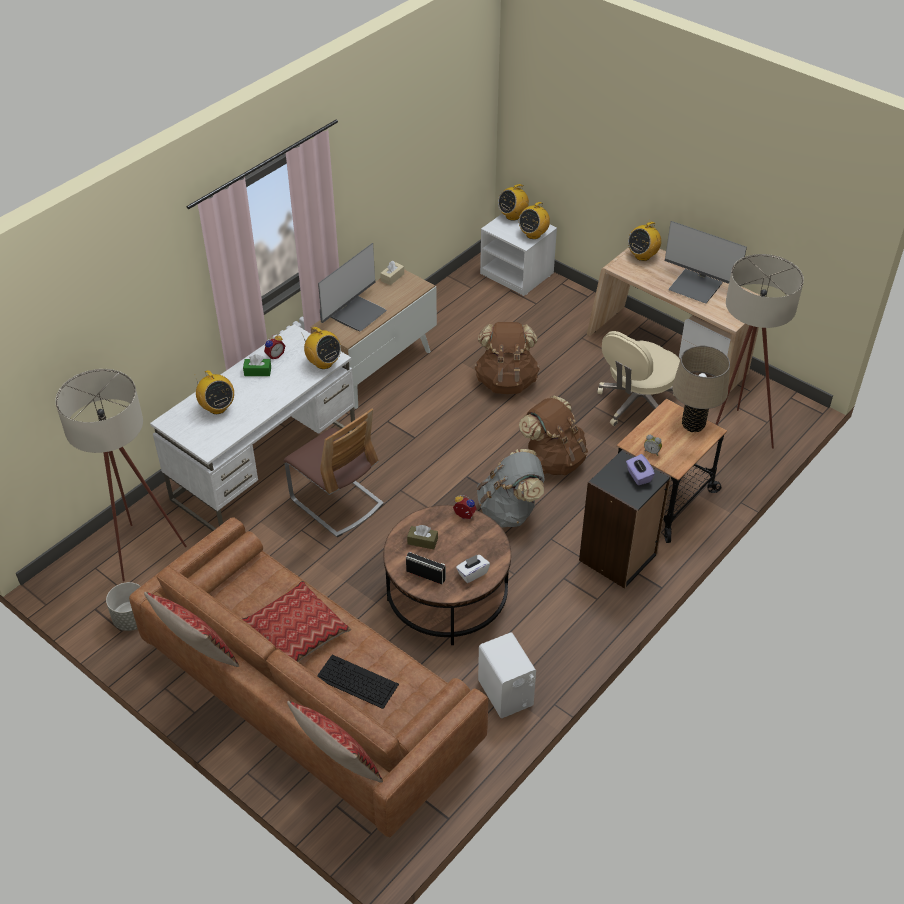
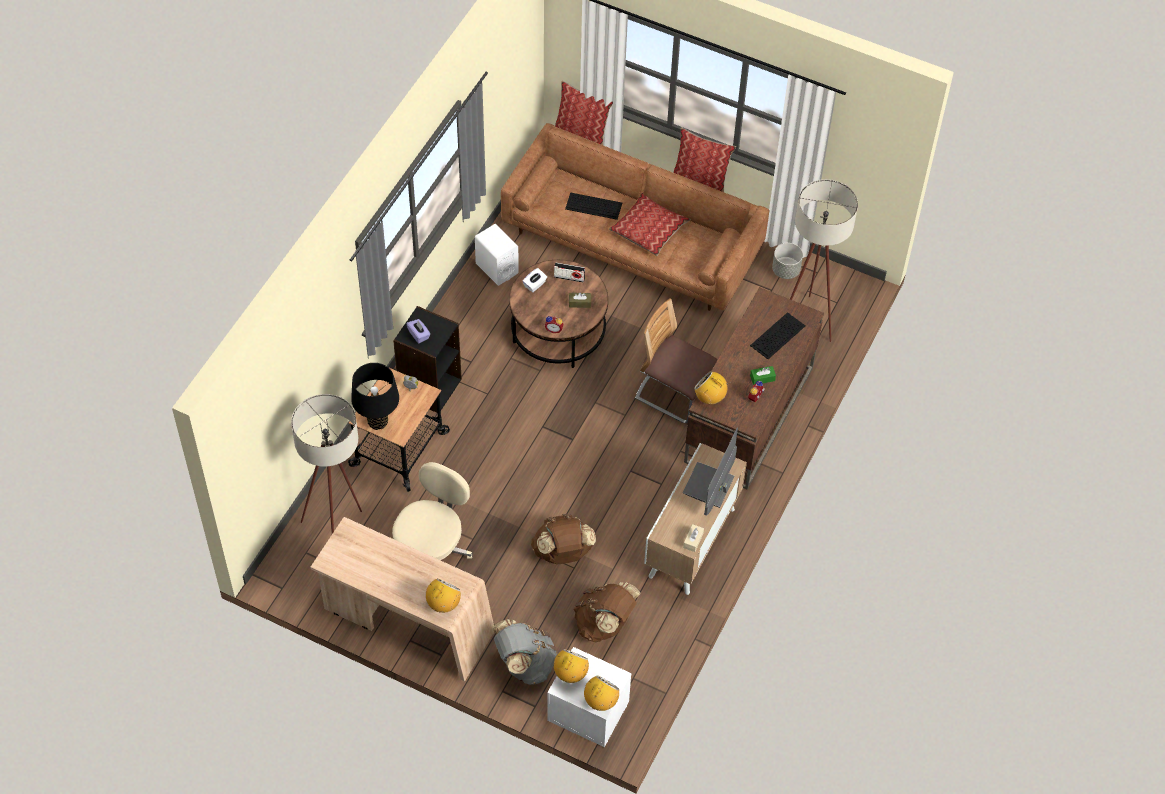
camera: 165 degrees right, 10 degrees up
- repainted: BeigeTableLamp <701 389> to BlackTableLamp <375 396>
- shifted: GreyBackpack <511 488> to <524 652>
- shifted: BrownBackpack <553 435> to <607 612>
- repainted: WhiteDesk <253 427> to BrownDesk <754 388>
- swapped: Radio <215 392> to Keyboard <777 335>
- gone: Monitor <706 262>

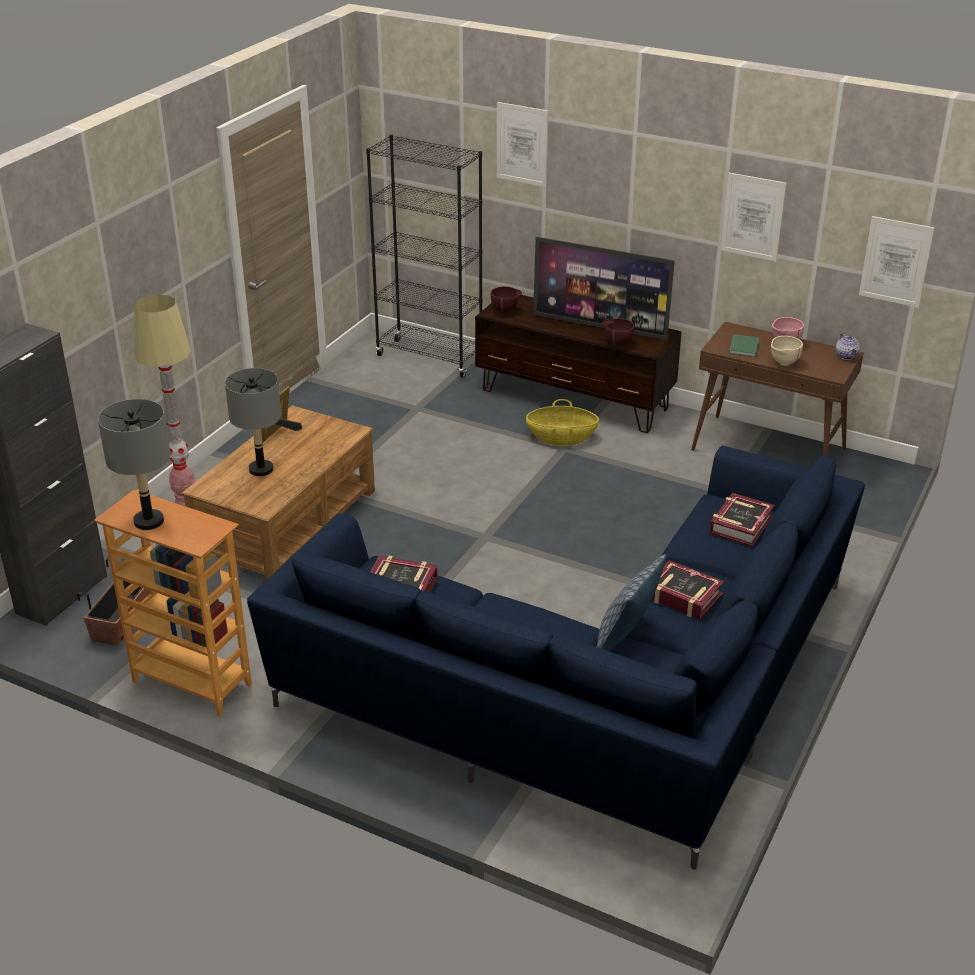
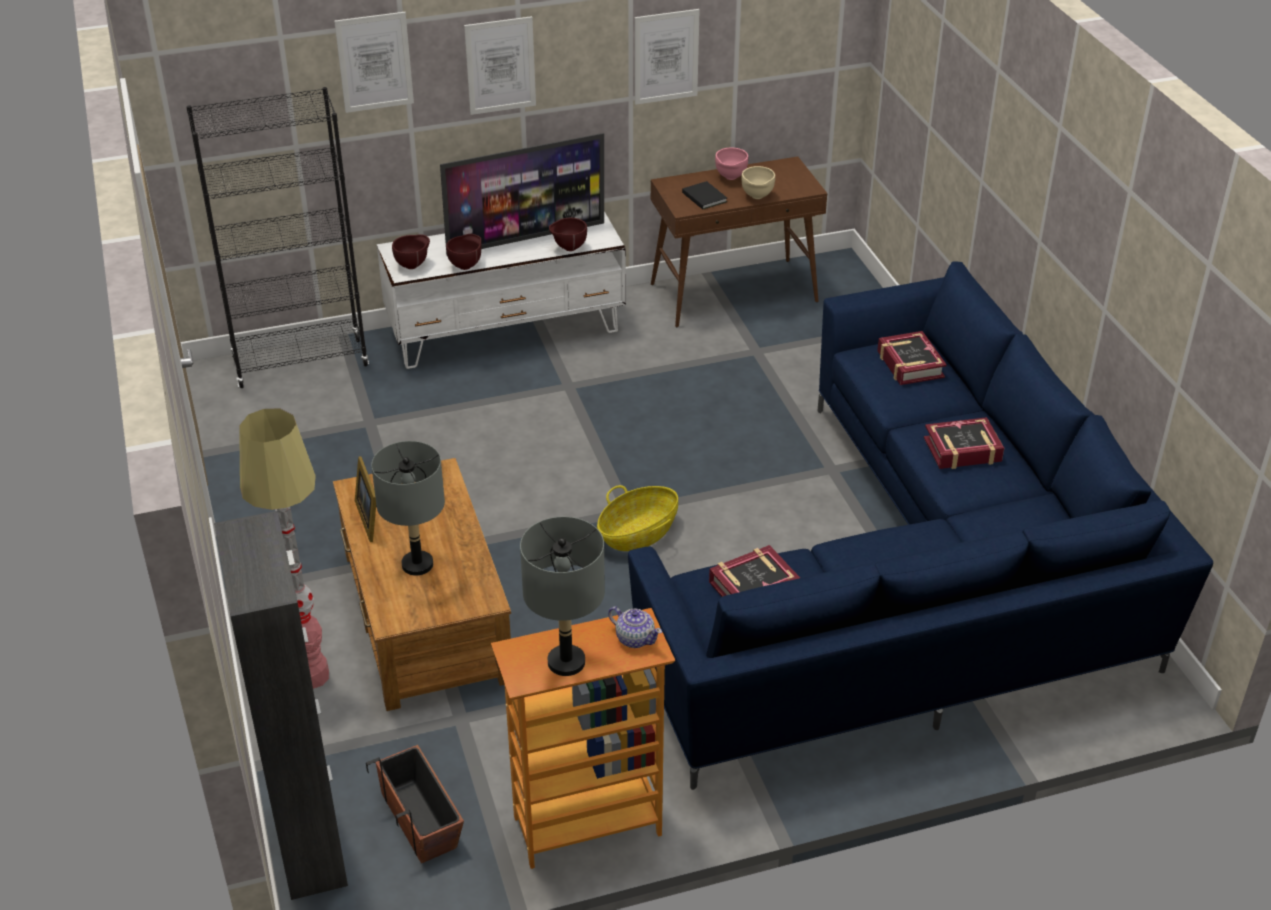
camera: 45 degrees left, 5 degrees up
- repainted: BrownTvStand <578 364> to WhiteTvStand <501 290>
- new: BrownBowl <464 252>
- shifted: Picture <897 261> to <500 65>
- shifted: Basket <562 422> to <637 518>
- shifted: Teapot <848 346> to <635 627>
- repainted: GreenBook <744 345> to BlackBook <704 195>
- gone: Pillow <632 602>

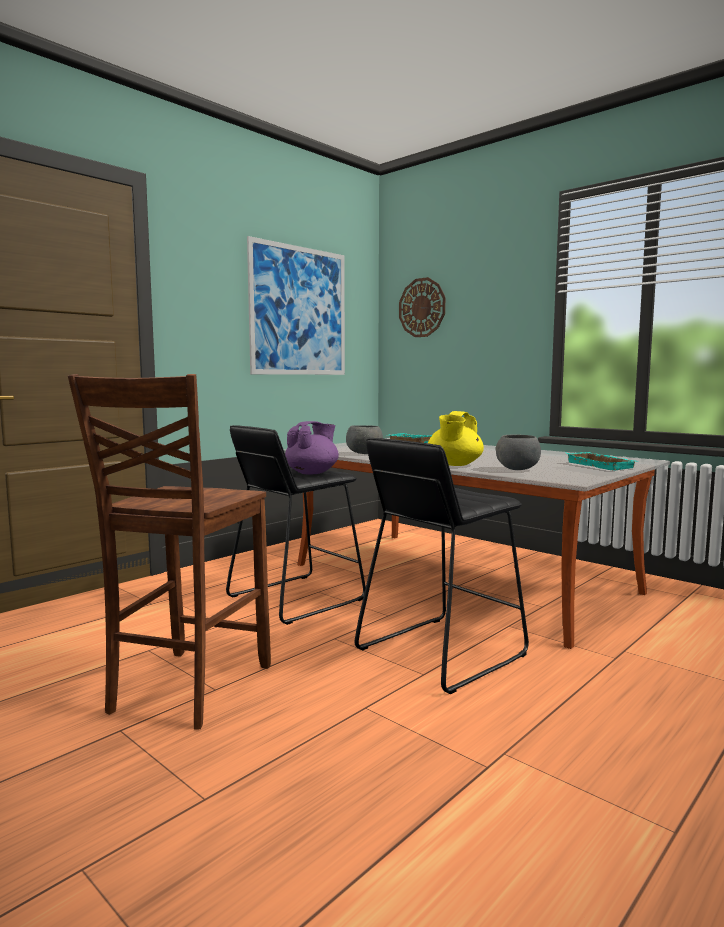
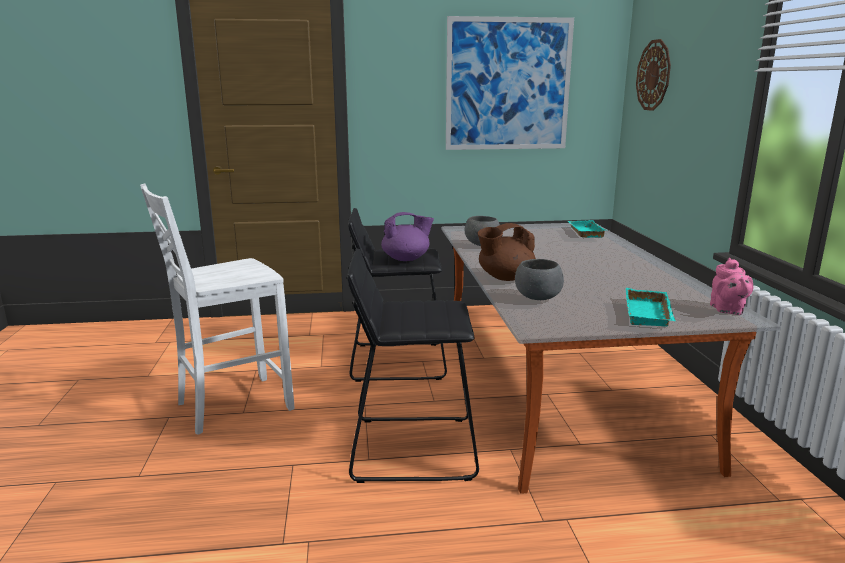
camera: 40 degrees right, 10 degrees up
- repainted: BrownChair <169 551> to WhiteChair <217 309>
- repainted: YellowTeapot <456 438> to BrownTeapot <507 252>
- new: PinkTeapot <731 286>

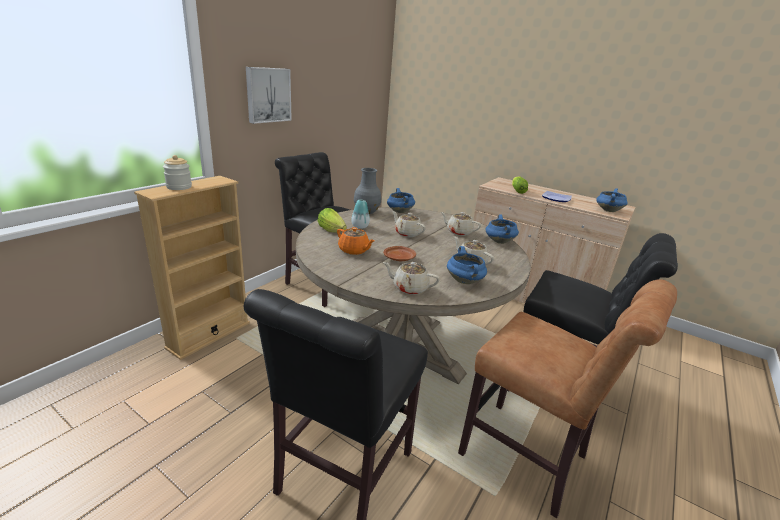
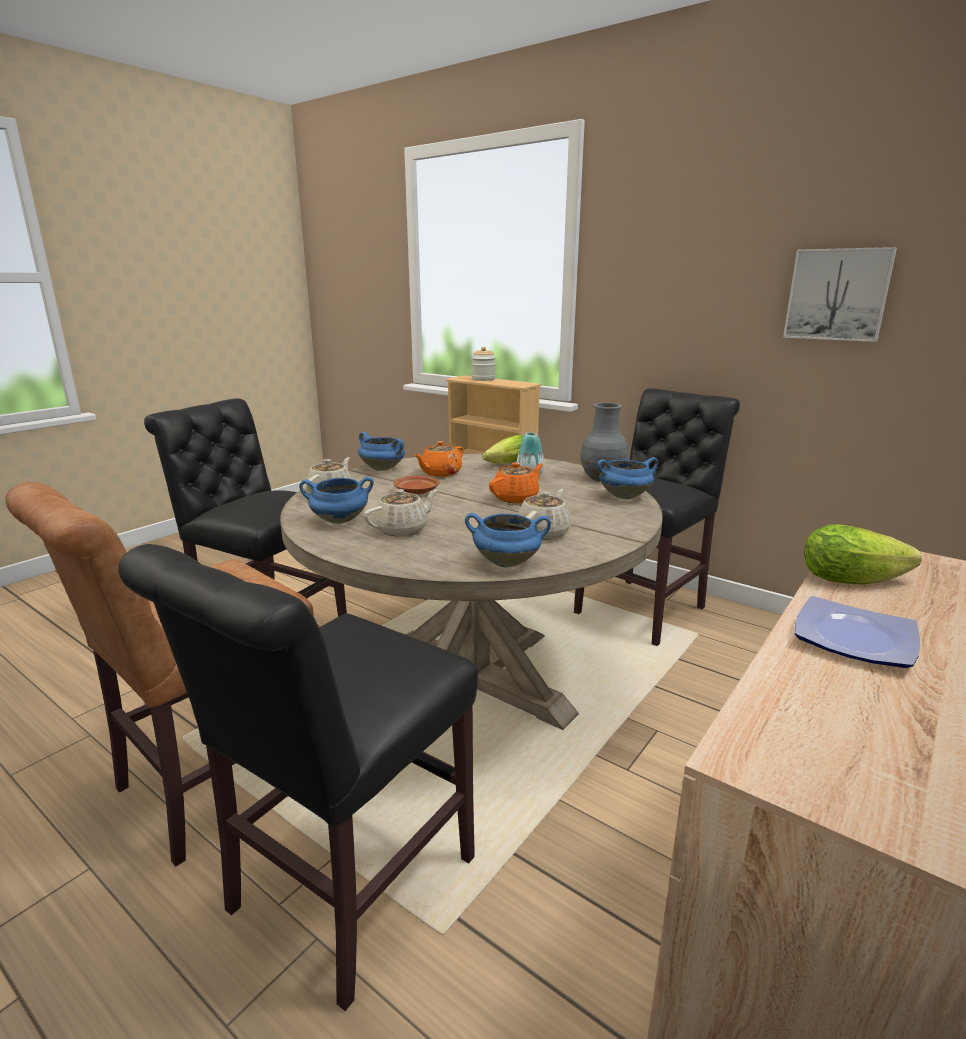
camera: 95 degrees right, 5 degrees down
- shifted: BlueCookingPot <612 200> to <381 451>
- repainted: BeigeTeapot <409 224> to OrangeTeapot <516 482>
- shifted: Picture <269 95> to <840 294>

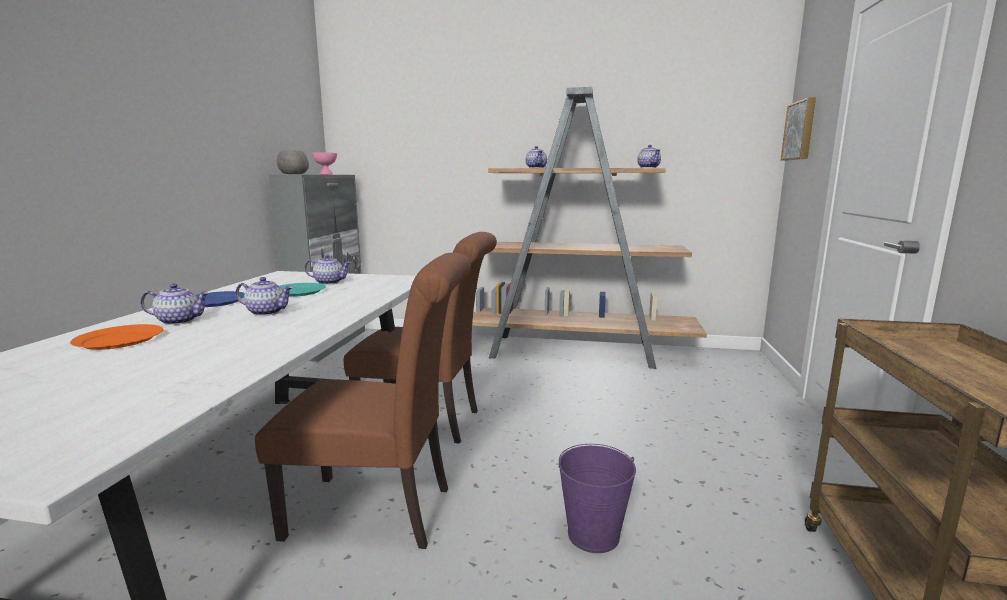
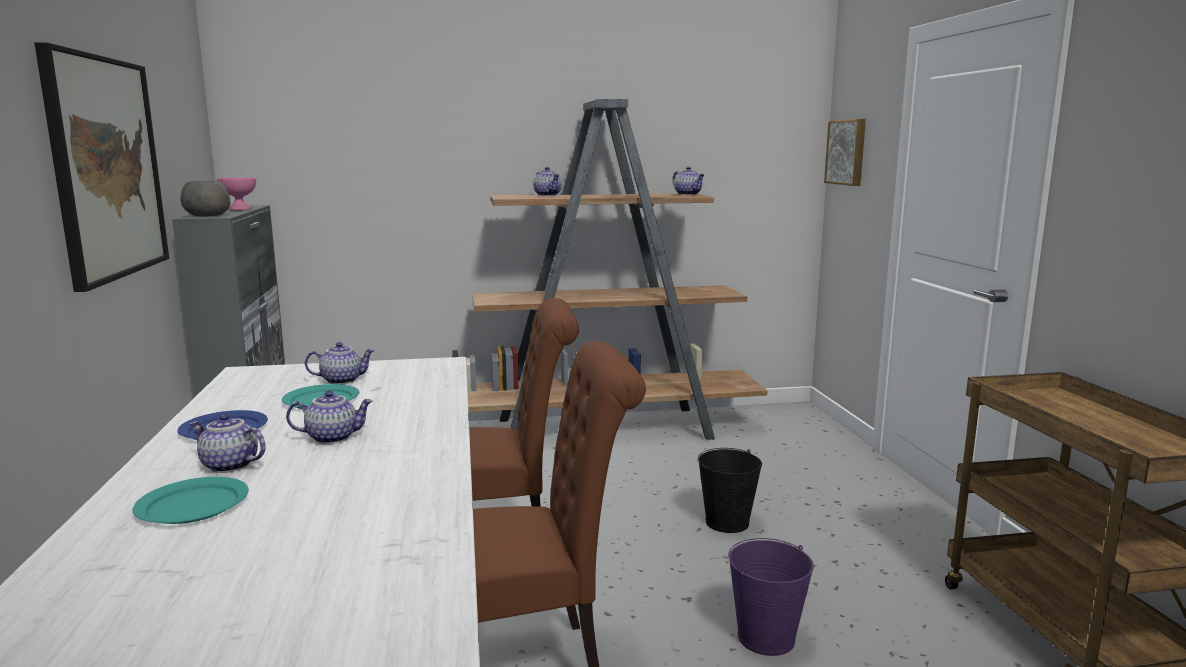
camera: 20 degrees left, 0 degrees up
- new: Picture <102 167>
- repainted: OrangePlate <116 337> to TurquoisePlate <191 500>
- rotated: Teapot <174 304> = <227 443> 135 degrees counterclockwise
- new: BlackBucket <730 490>

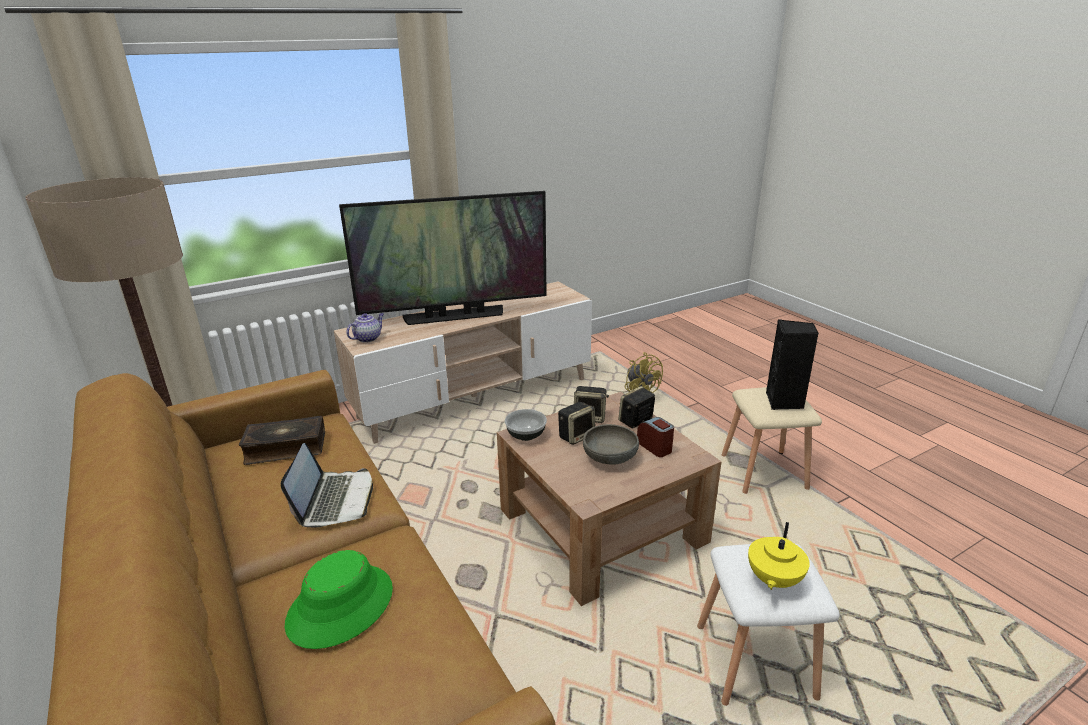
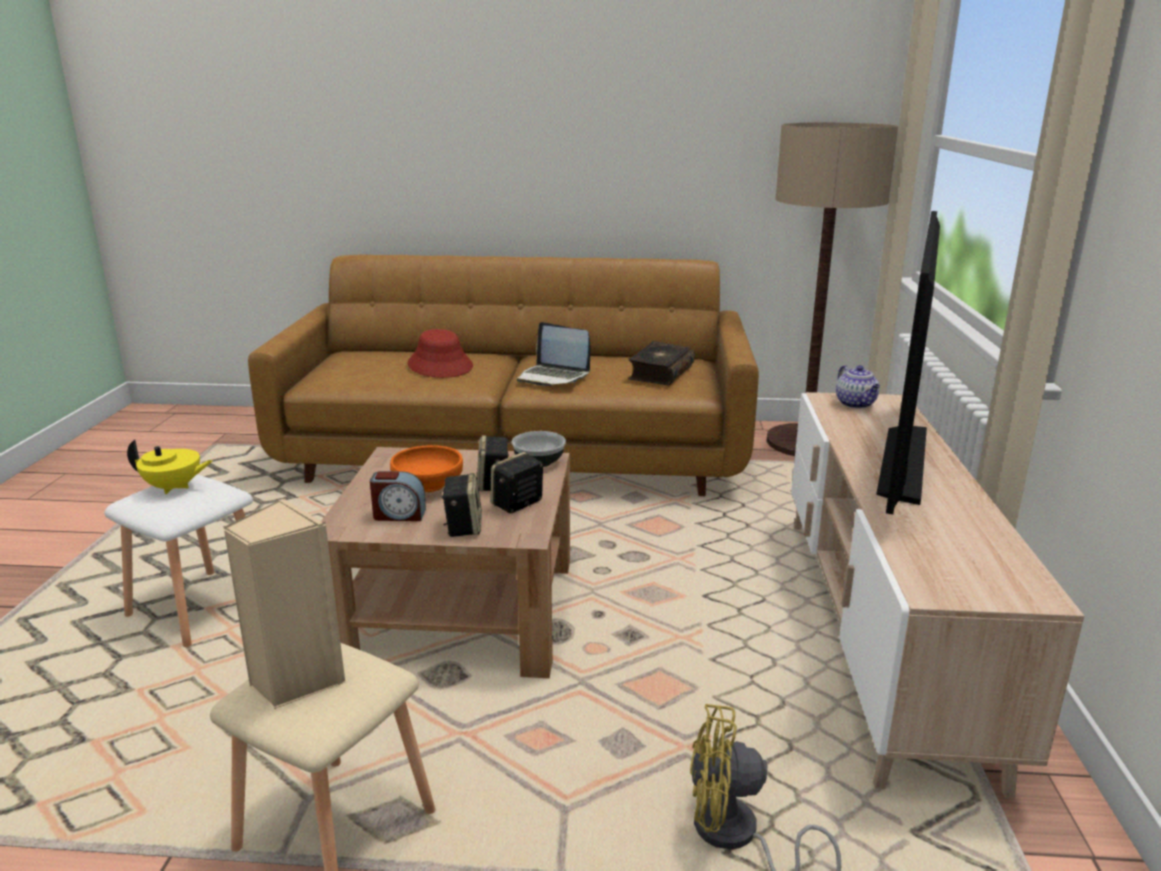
camera: 125 degrees right, 5 degrees down
- rotated: YellowTeapot <779 556> = <170 467> 120 degrees clockwise
- repainted: BlackSpeaker <792 364> to BeigeSpeaker <284 603>
- repainted: GreyBowl <611 444> to OrangeBowl <426 468>
- repainted: GreenHat <339 599> to RedHat <440 353>

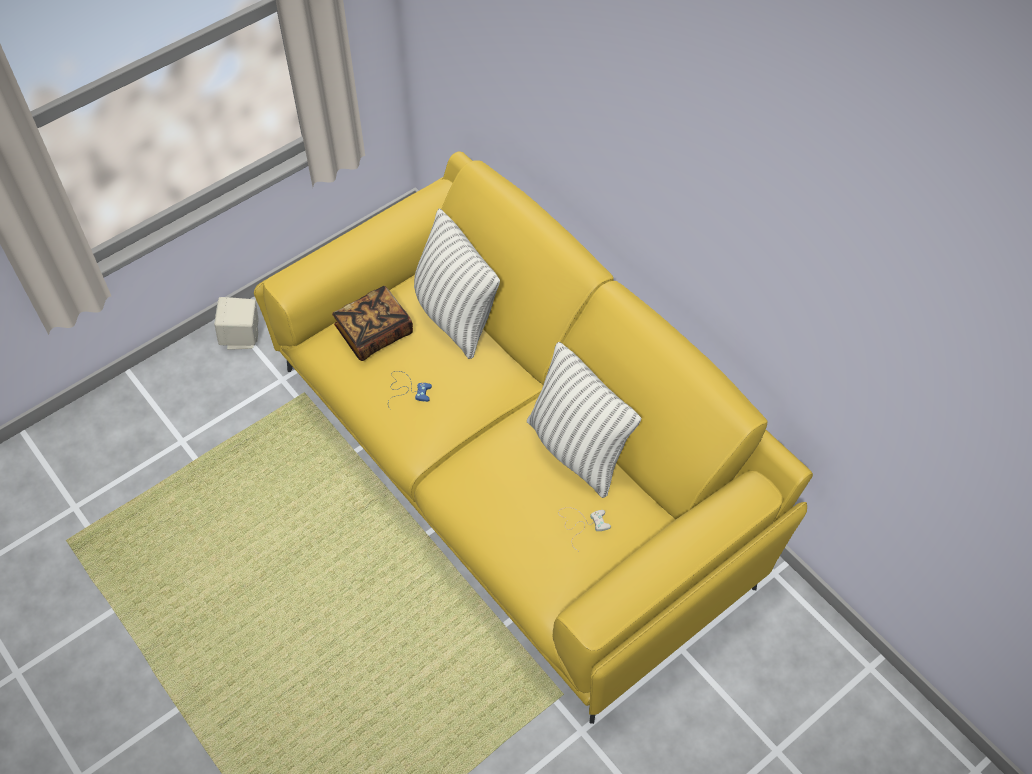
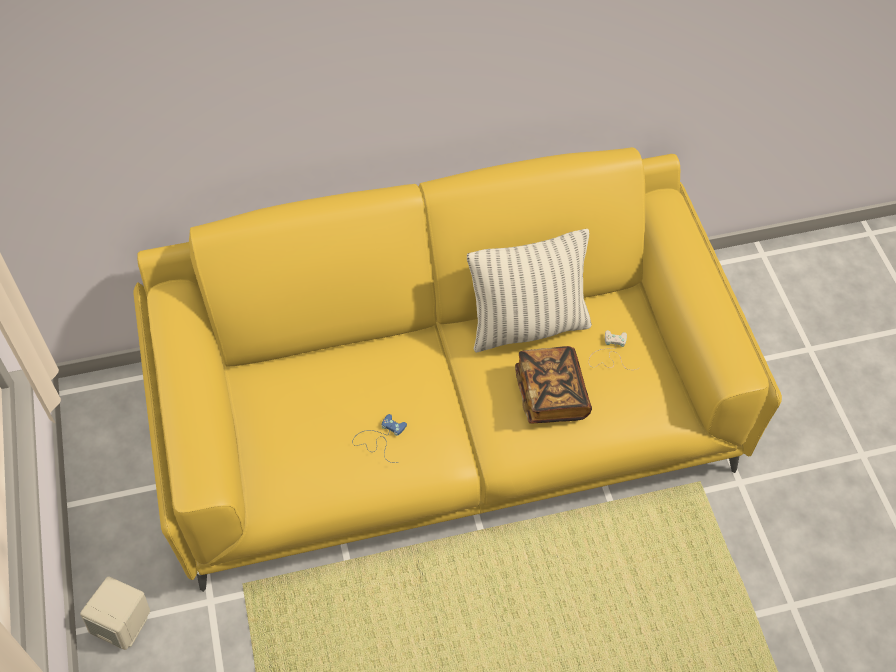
camera: 65 degrees left, 0 degrees up
- shifted: Book <372 323> to <553 385>
- gone: Pillow <457 284>

